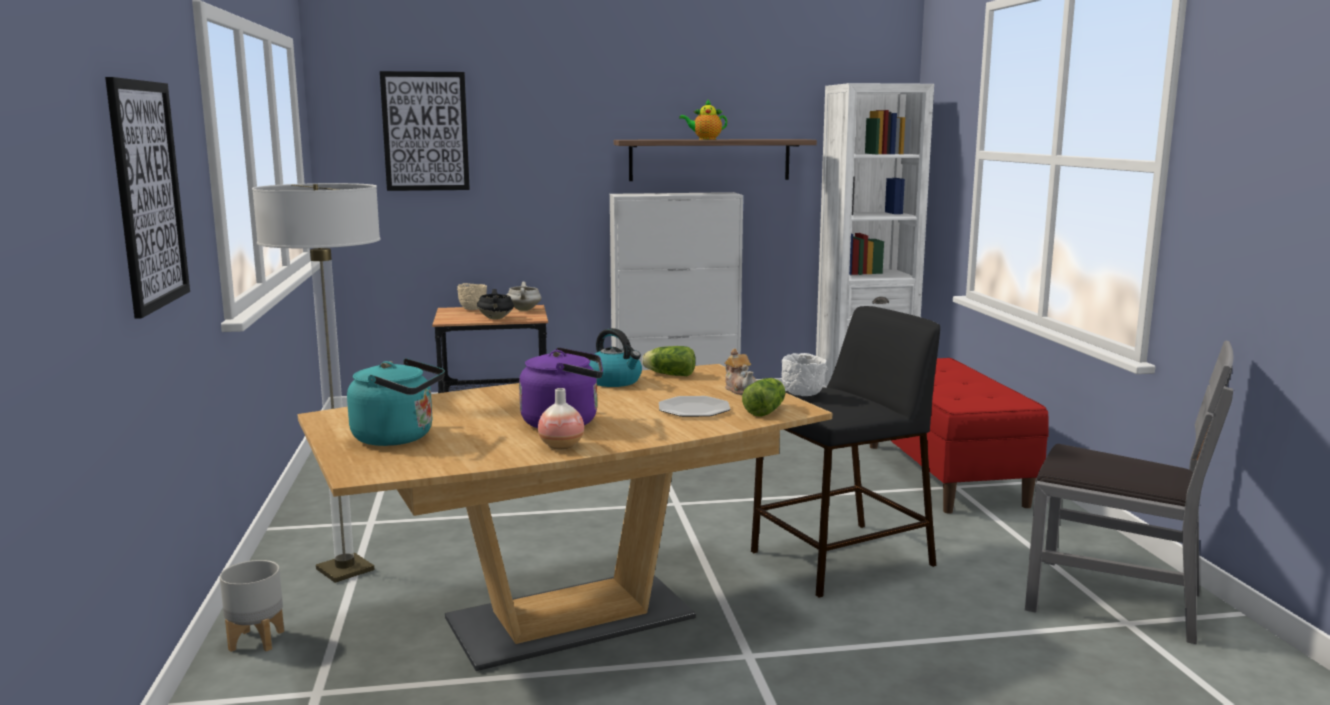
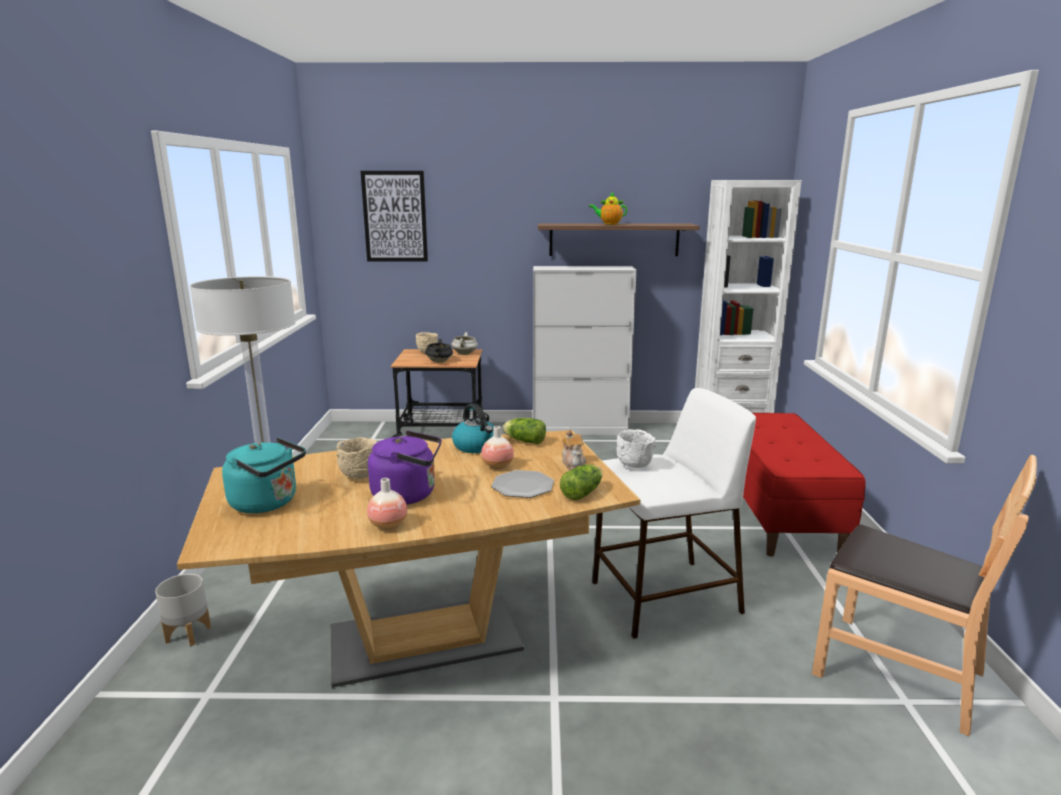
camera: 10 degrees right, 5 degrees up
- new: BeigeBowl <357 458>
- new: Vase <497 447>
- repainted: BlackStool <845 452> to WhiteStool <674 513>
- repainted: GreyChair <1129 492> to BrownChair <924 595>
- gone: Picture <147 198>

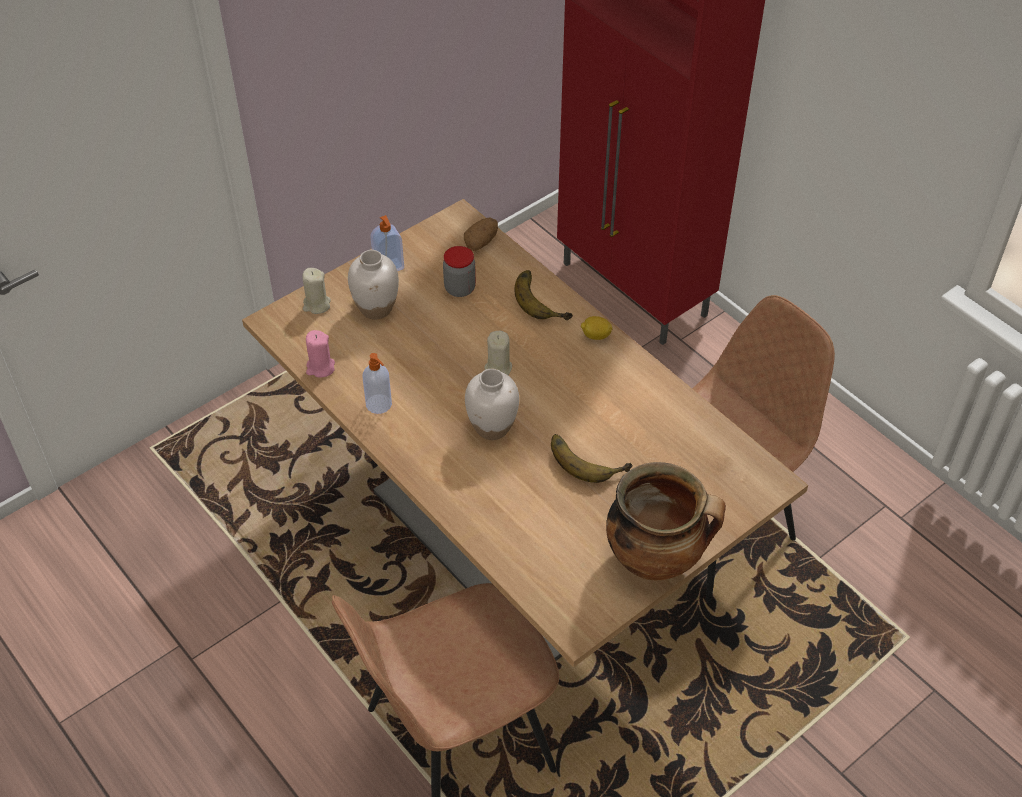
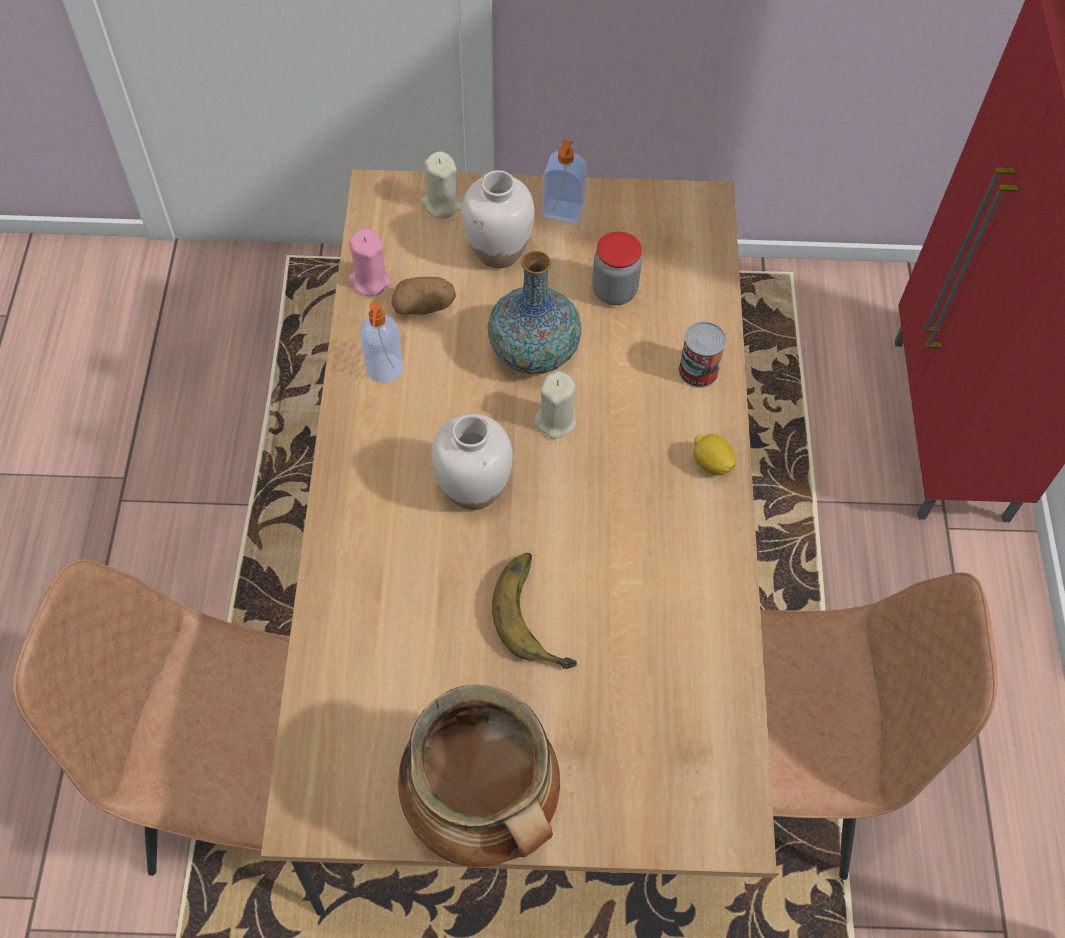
camera: 40 degrees right, 10 degrees up
- shifted: Potato <481 234> to <424 296>
- new: Vase <535 312>
- swapped: Banana <544 295> to Can <703 355>

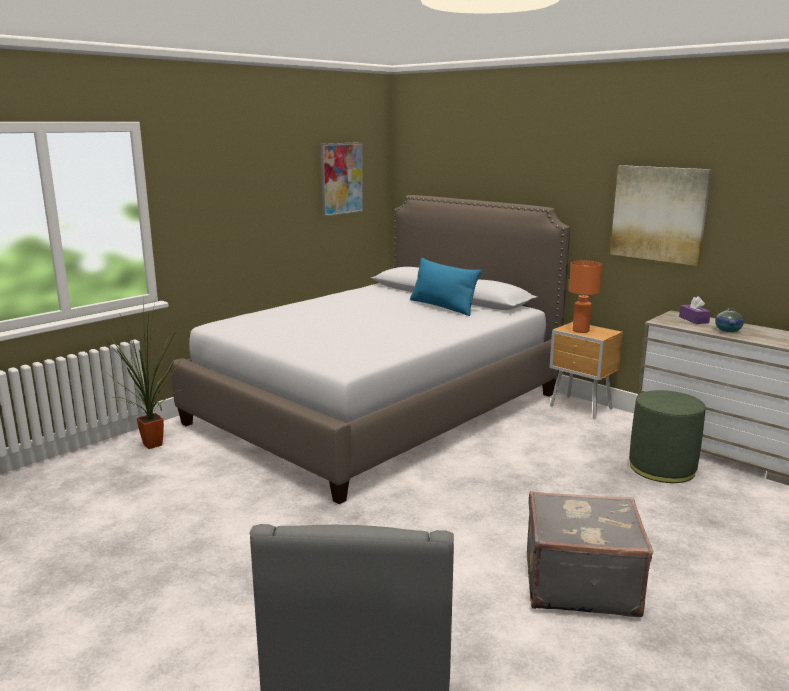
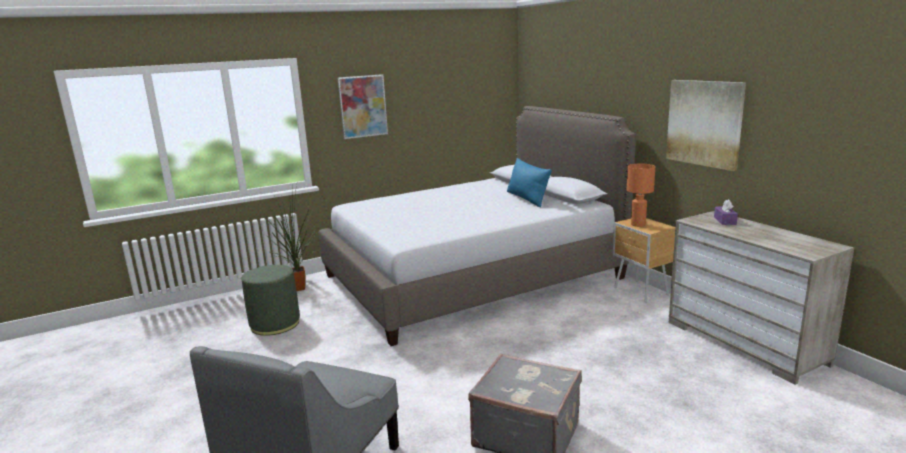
camera: 20 degrees right, 0 degrees up
- shifted: GreenOttoman <667 436> to <271 300>
- shifted: Picture <341 179> to <362 106>
- gone: Vase <729 320>

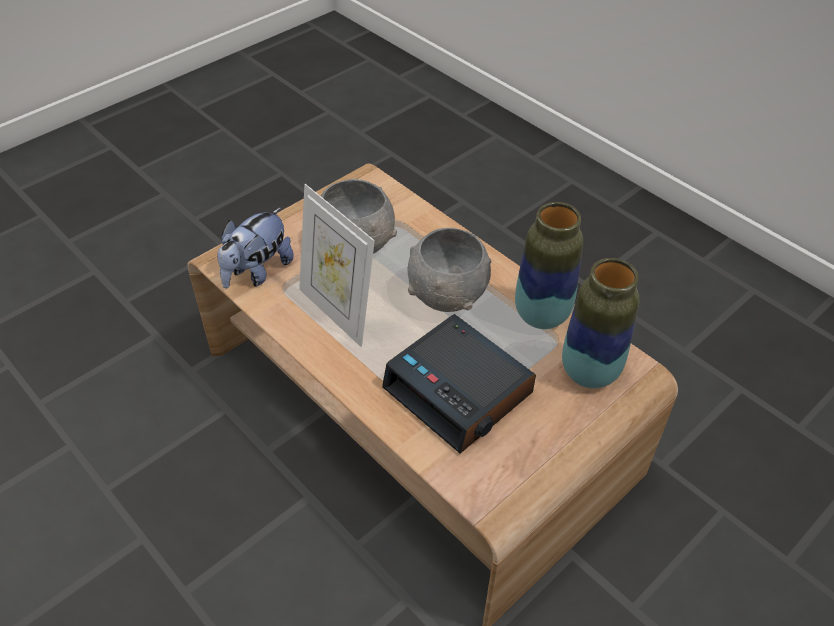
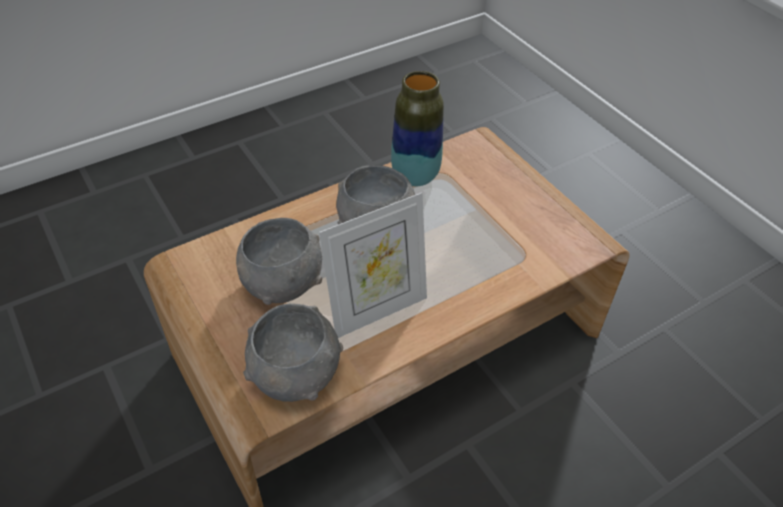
camera: 80 degrees left, 0 degrees up
- swapped: PlushToy <255 248> to GreyBowl <293 352>
- gone: AlarmClock <459 384>
- gone: Vase <600 323>

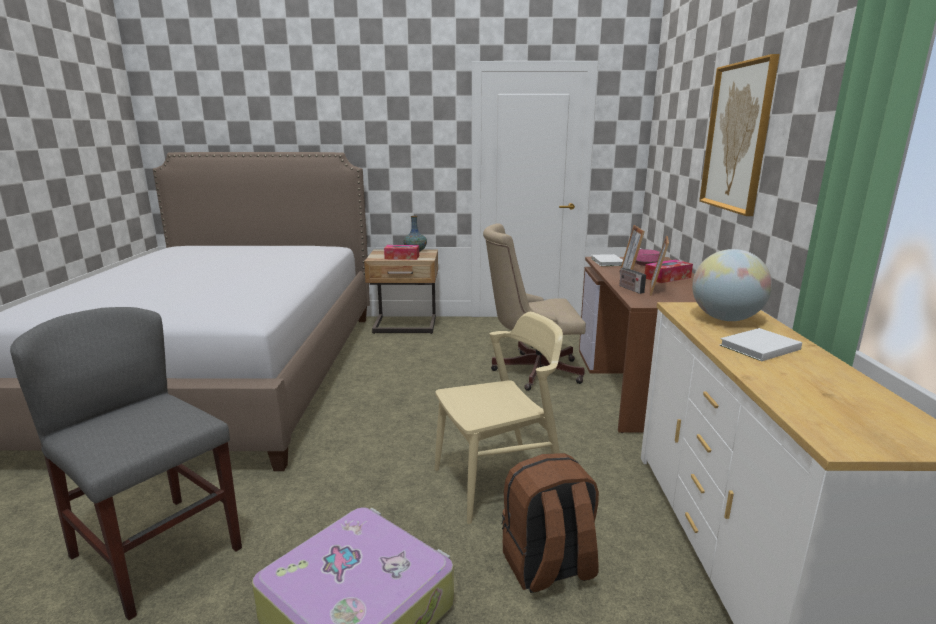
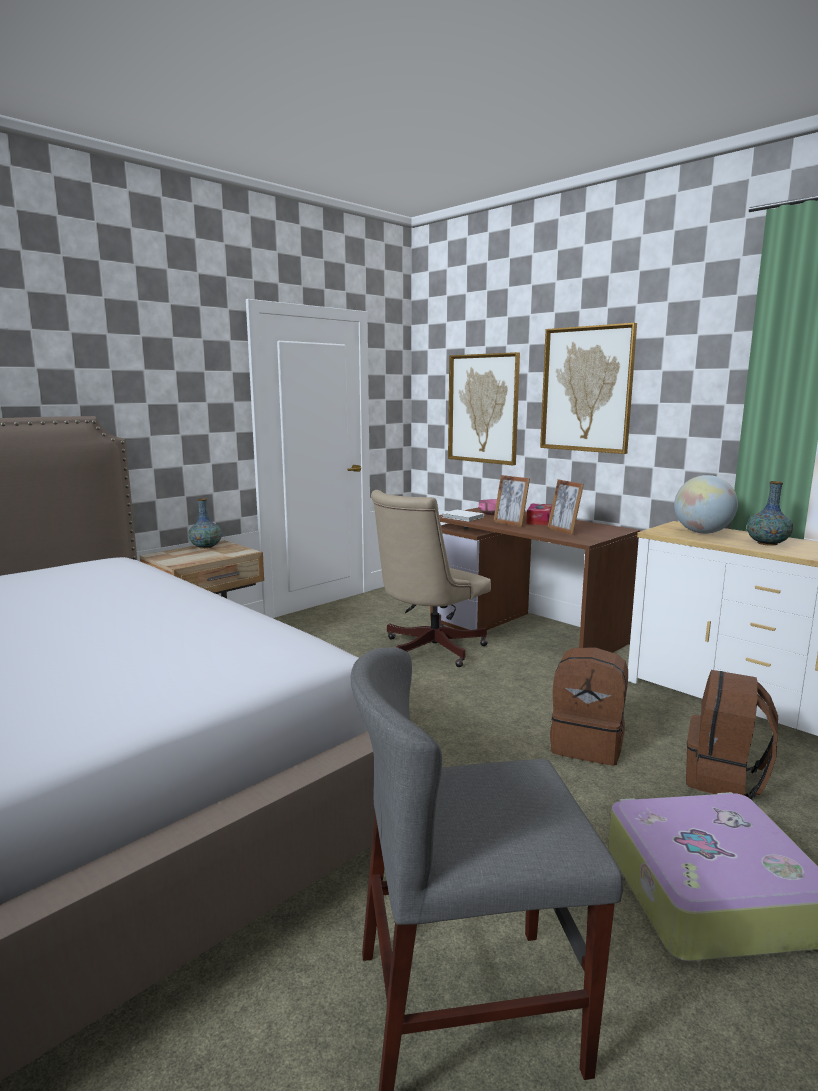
camera: 45 degrees left, 5 degrees down
- new: Picture <484 408>
- swapped: BeigeChair <499 418> to BrownBackpack <589 707>
- swapped: WhiteBook <761 344> to Vase <770 513>
- gone: TissueBox <401 252>
- gone: Radio <632 277>

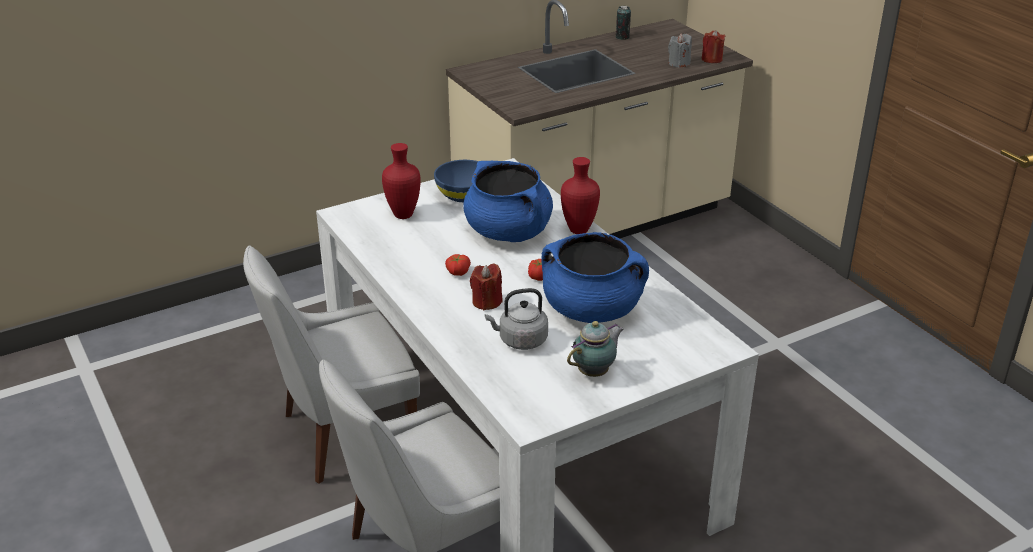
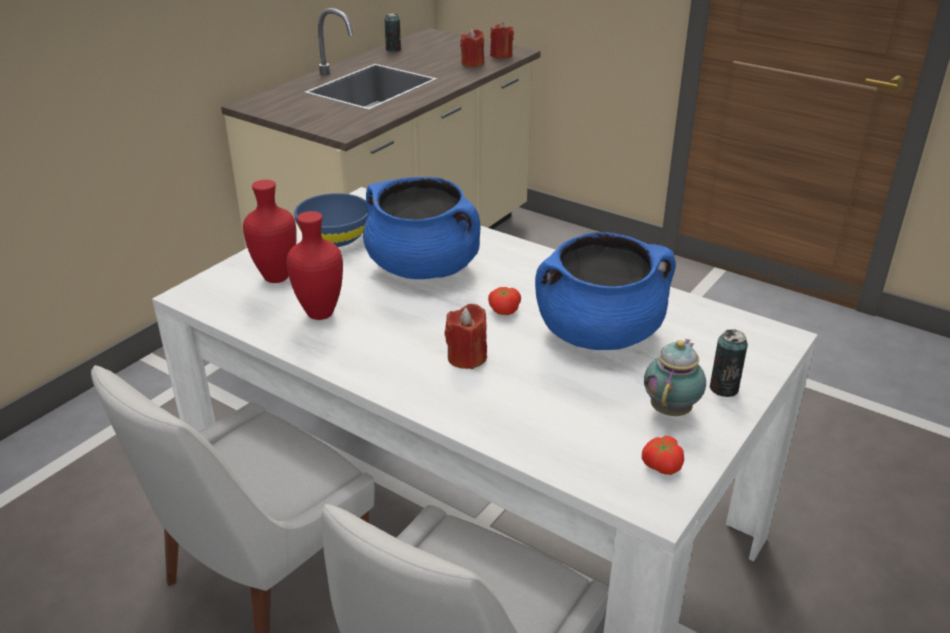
camera: 25 degrees left, 0 degrees up
- shifted: RedVase <580 195> to <314 265>
- repainted: GreyCandle <680 51> to RedCandle <472 48>
- shifted: Tomato <458 265> to <663 455>
- new: Can <728 363>
- gone: GreyKettle <516 319>

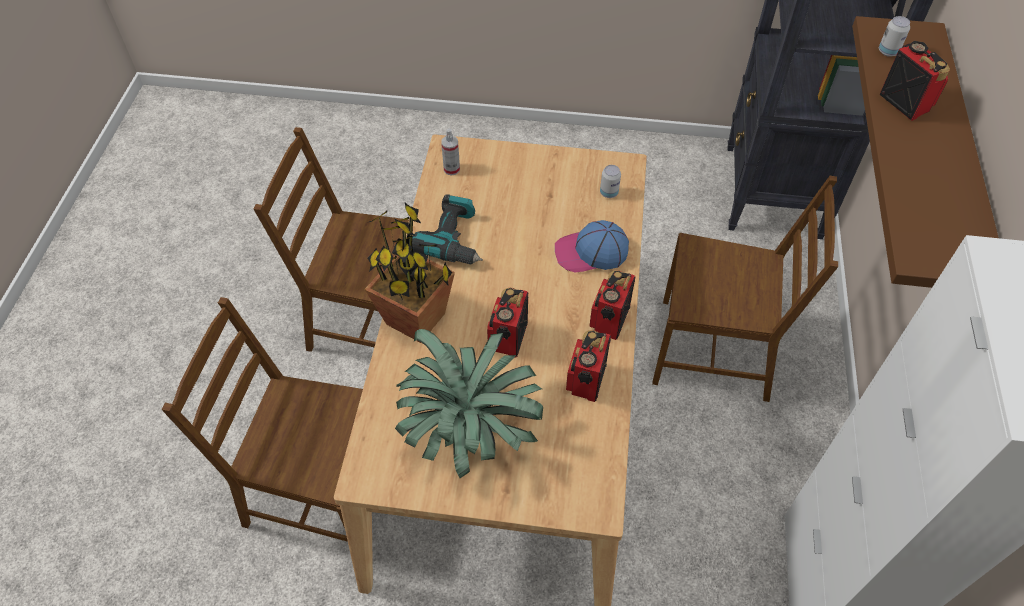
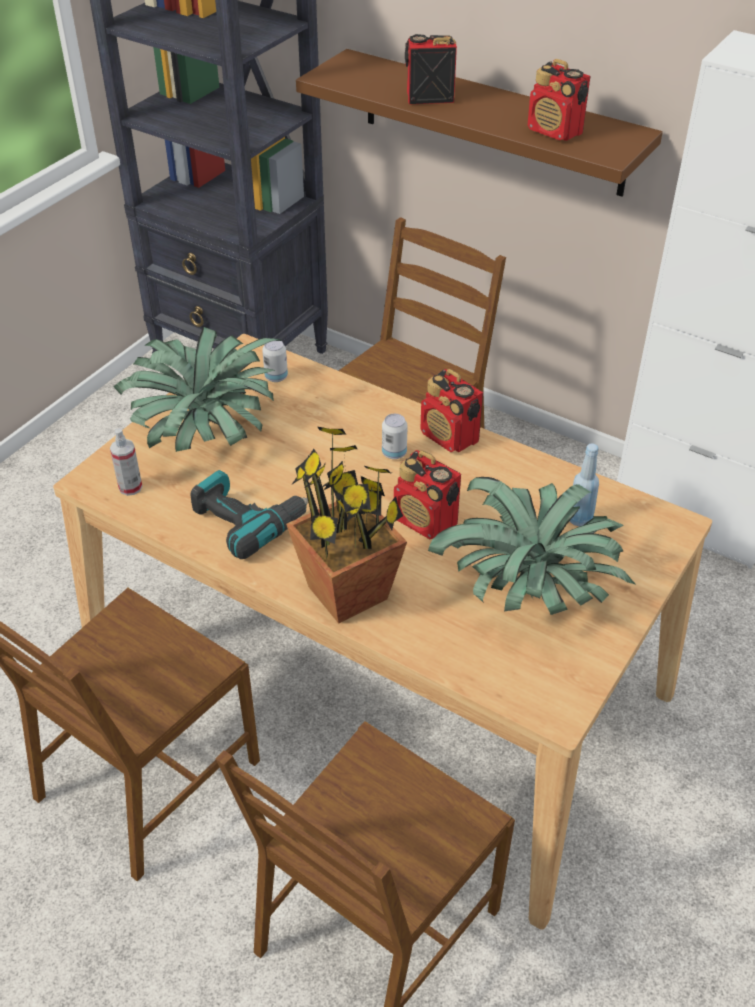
camera: 65 degrees left, 10 degrees down
- new: PottedPlant <197 389>
- shifted: Can <894 36> to <395 436>
- shifted: Radio <588 366> to <559 100>
- new: BlueBottle <584 485>
- gone: Cap <592 246>

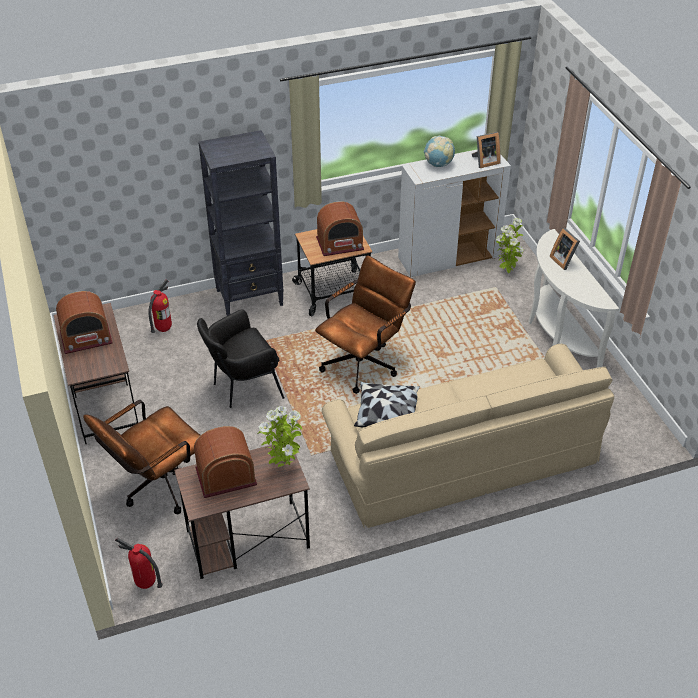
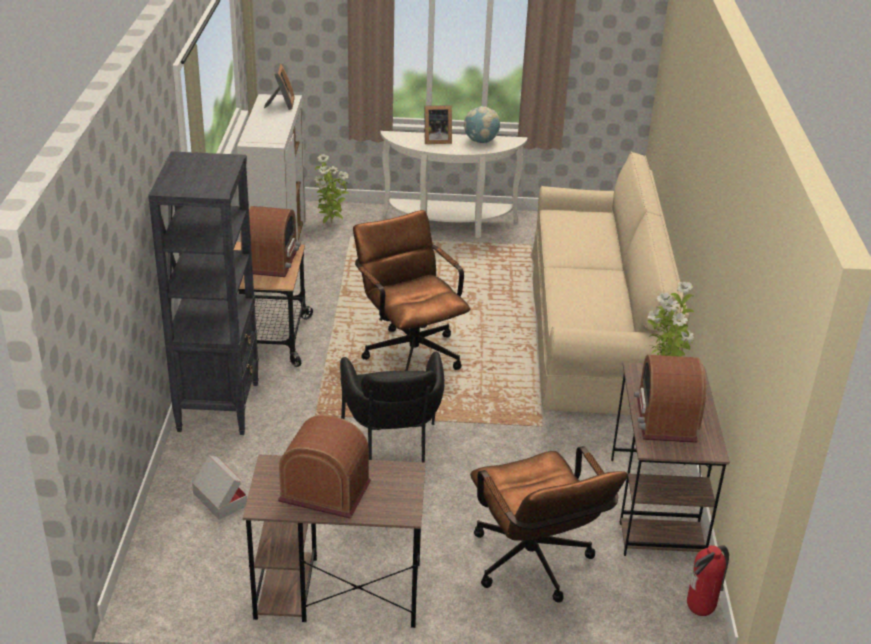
camera: 70 degrees left, 10 degrees down
- swapped: FireExtinguisher <160 306> to CardboardBox <219 488>
- rotated: Radio <84 322> = <324 467> 75 degrees counterclockwise
- shifted: Globe <439 151> to <481 124>
- gone: Pillow <387 404>

